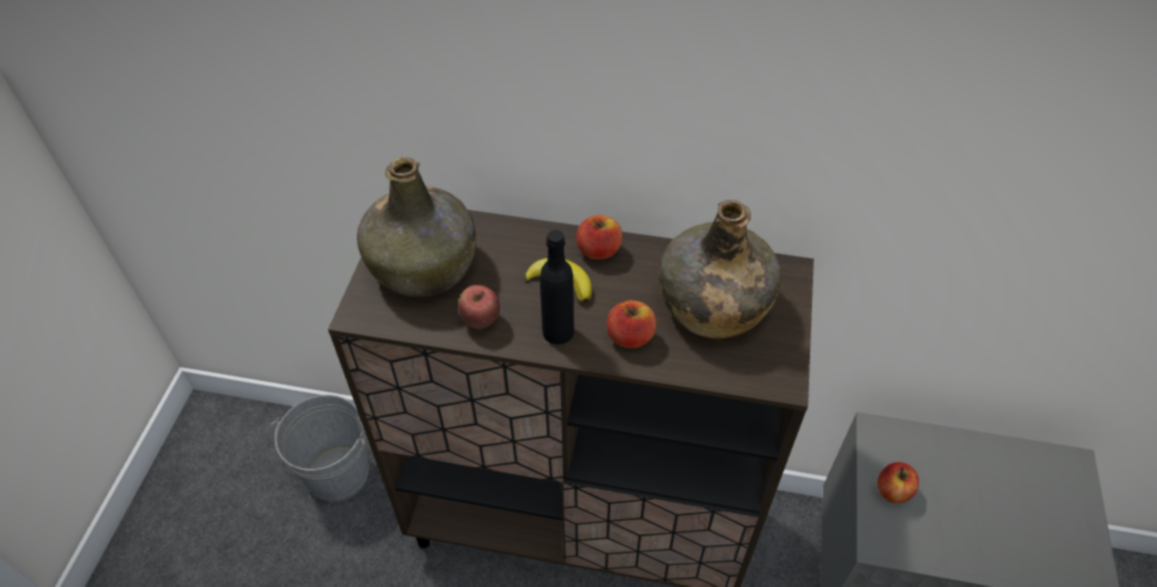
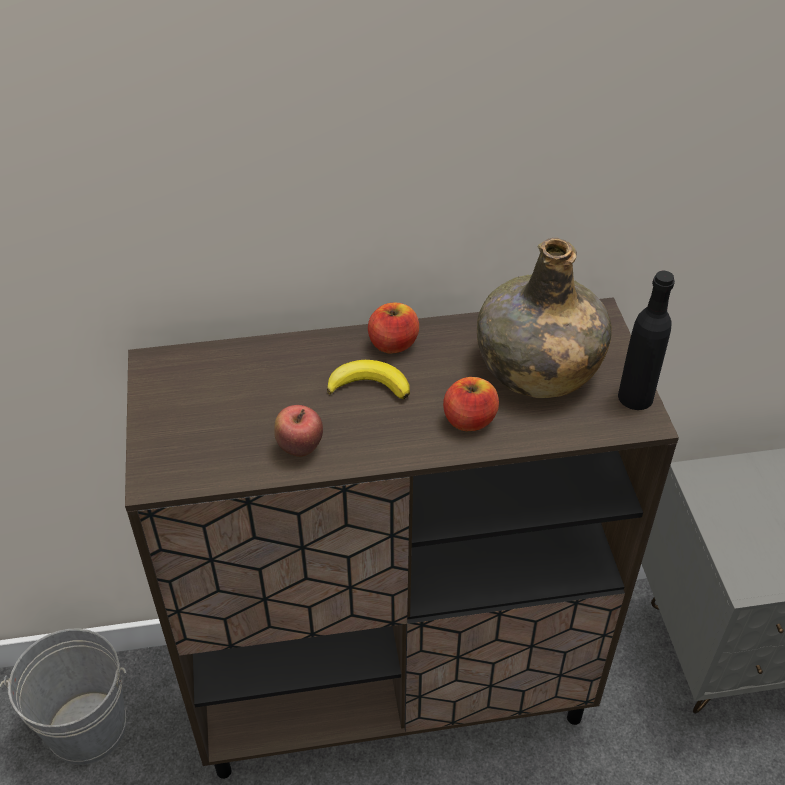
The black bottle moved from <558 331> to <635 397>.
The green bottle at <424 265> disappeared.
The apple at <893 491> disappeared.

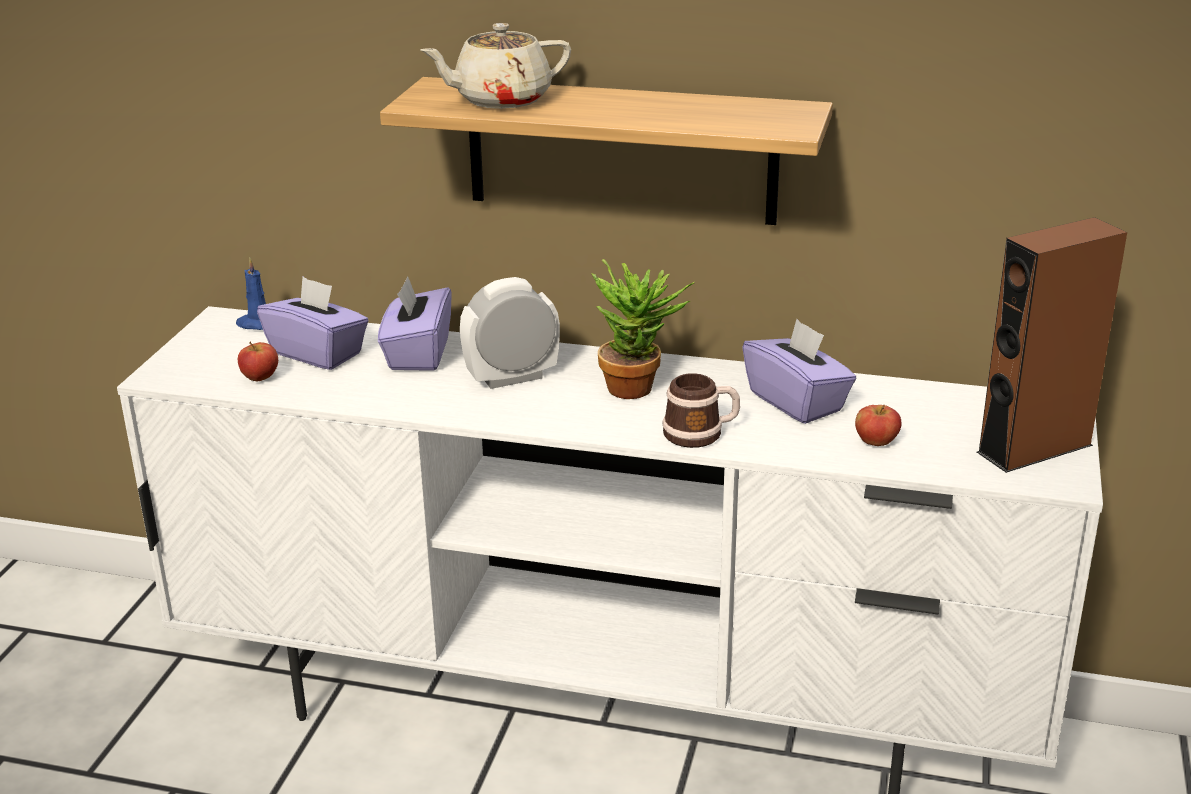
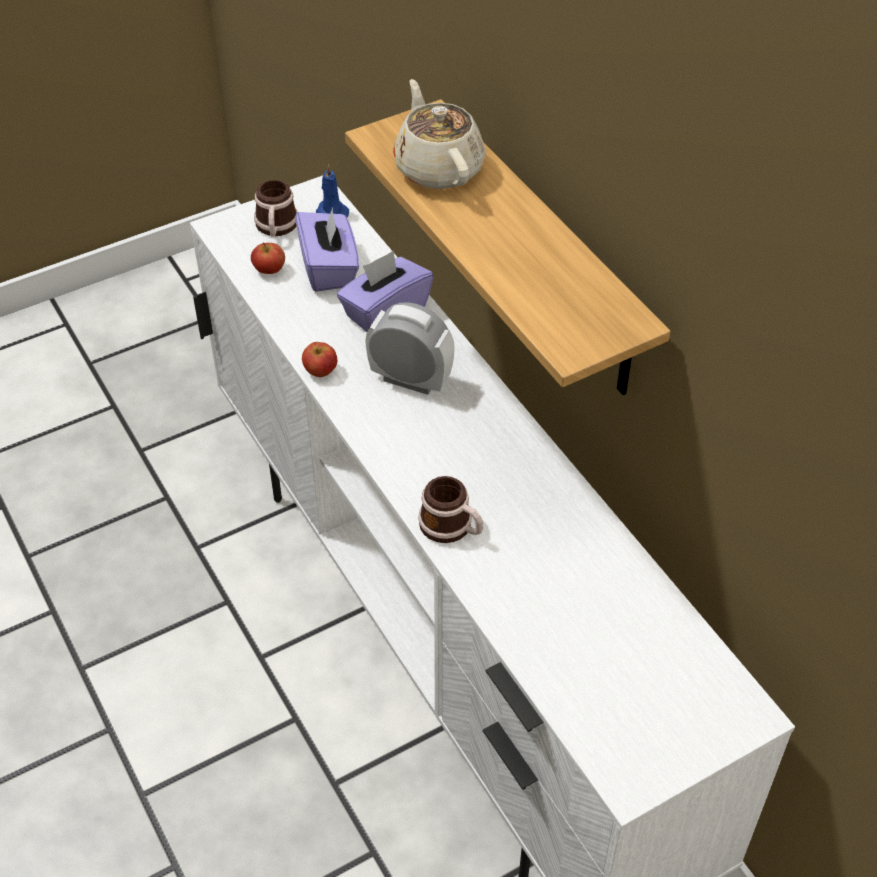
The mug at <276 228> appeared.
The apple moved from <876 442> to <320 371>.
The beige teapot at <501 100> turned 45 degrees clockwise.
The potted plant at <639 388> disappeared.
The purple tissue box at <797 401> disappeared.
The brown speaker at <1034 448> disappeared.

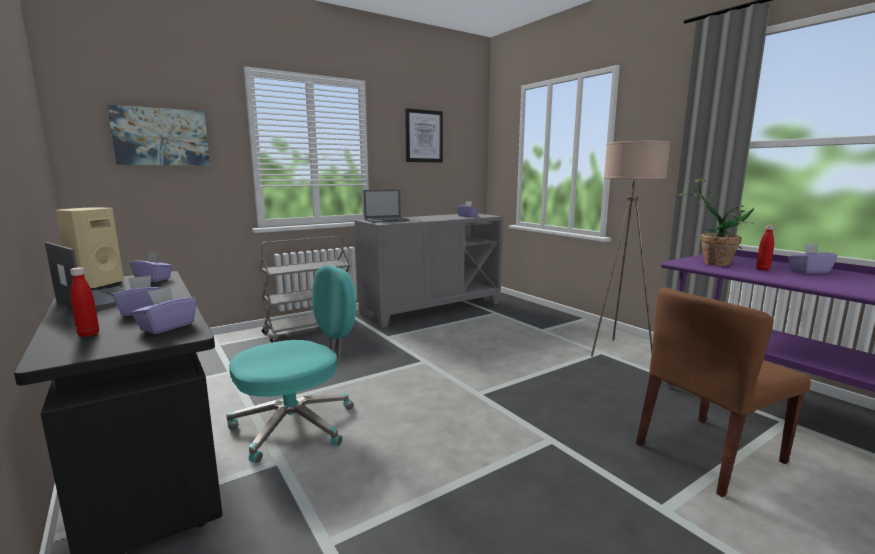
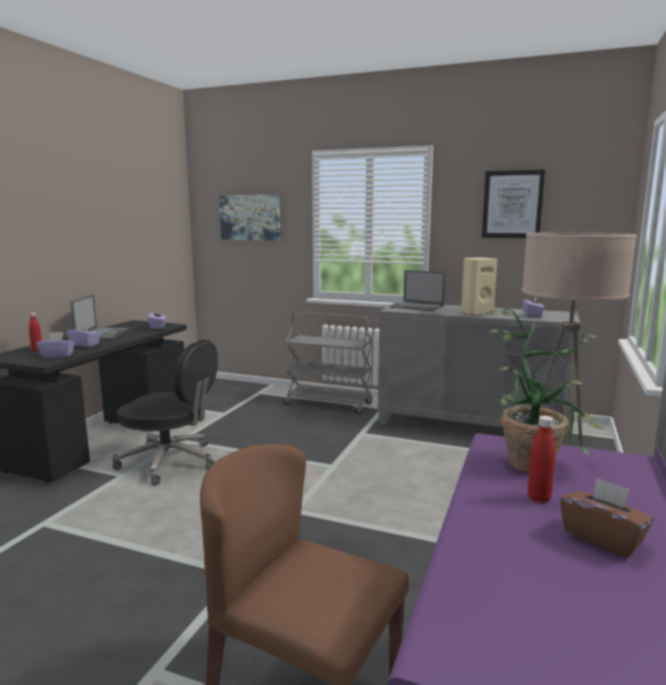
The turquoise office chair at <297 425> became the black office chair at <170 462>.
The beige speaker moved from <96 284> to <476 313>.
The purple tissue box at <809 271> became the brown tissue box at <602 539>.

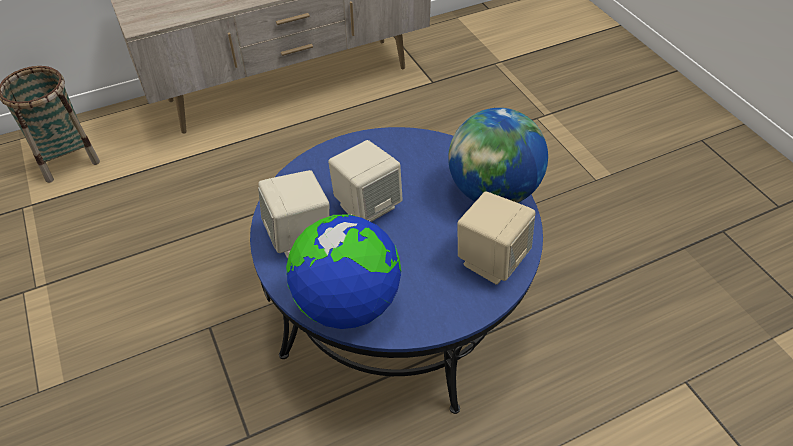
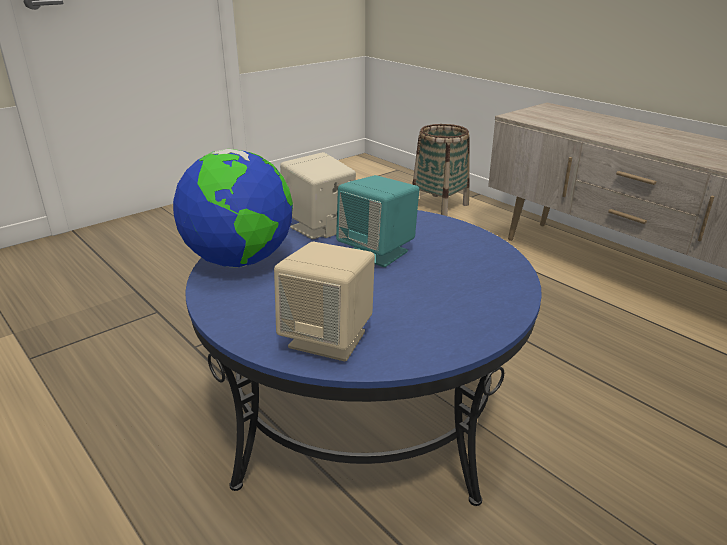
The beige speaker at <367 206> became the turquoise speaker at <378 252>.
The globe at <492 192> disappeared.

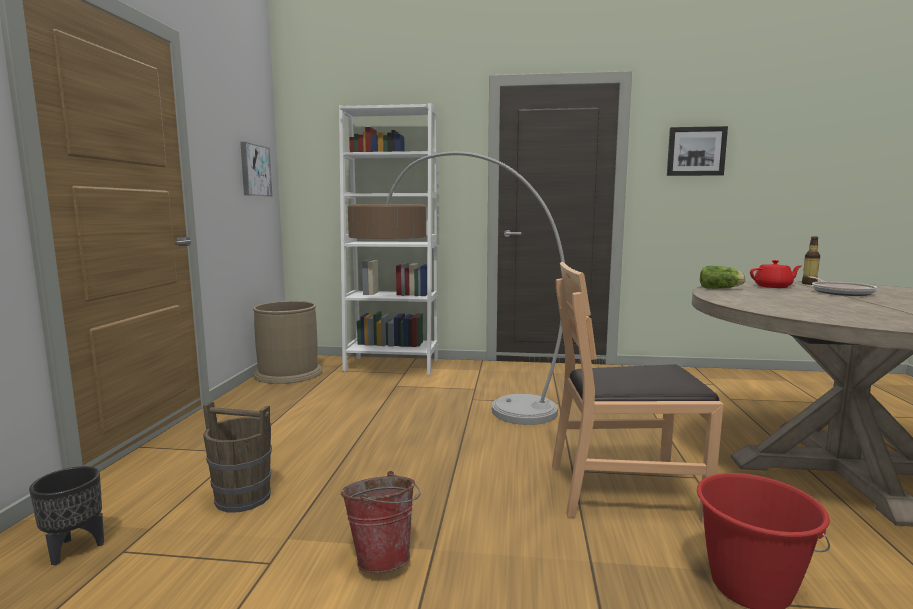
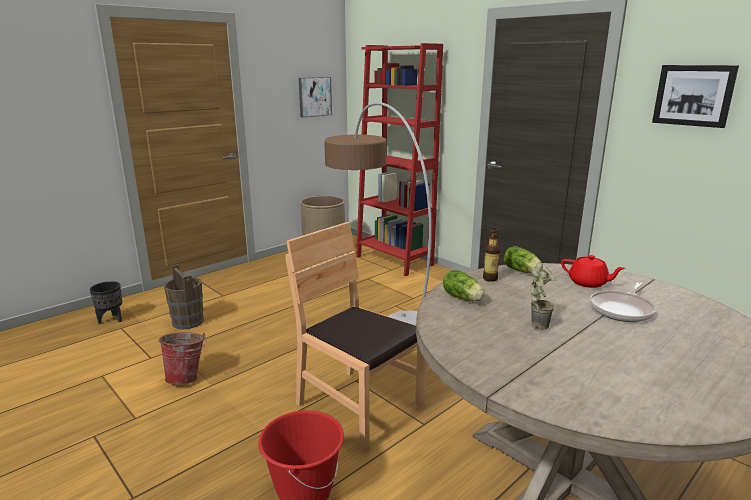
The white bookcase at <392 365> became the red bookcase at <394 261>.
The lettuce at <464 298> appeared.
The bottle moved from <809 284> to <490 279>.
The potted plant at <537 323> appeared.

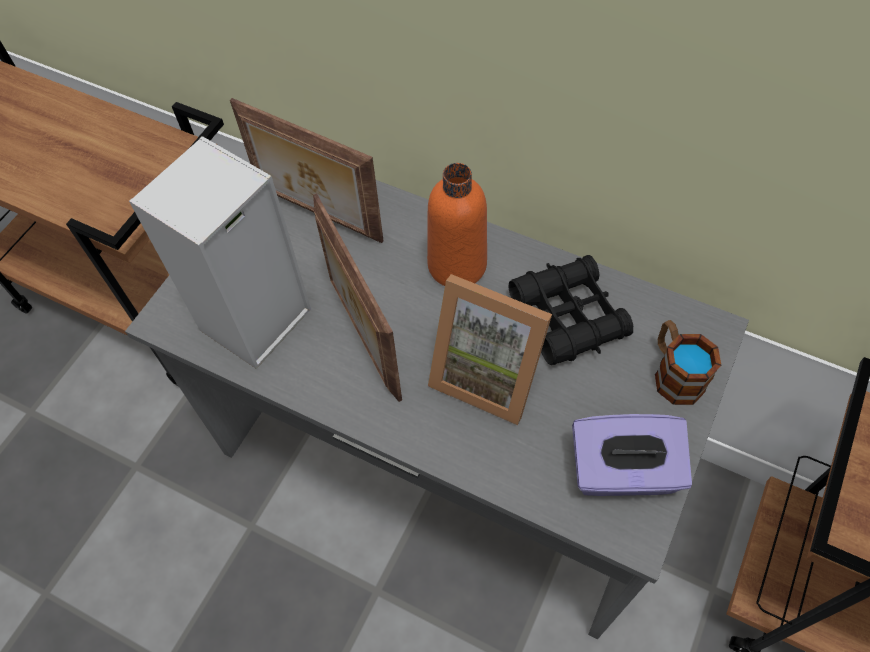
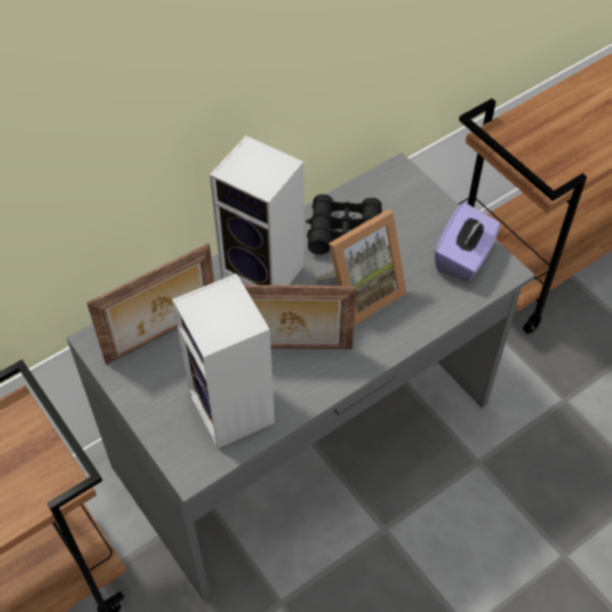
The orange bottle at <457 265> was replaced by the speaker at <266 272>.
The mug at <673 373> disappeared.

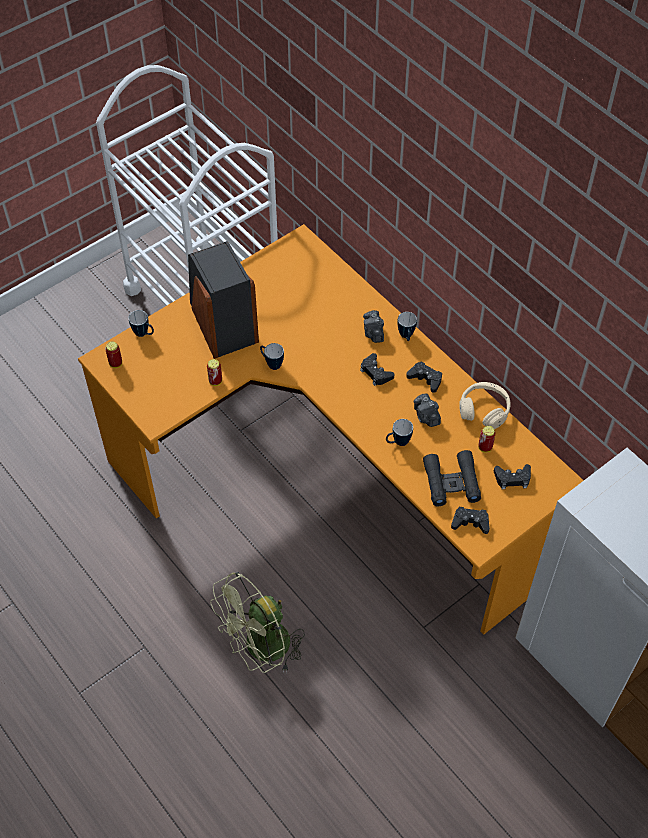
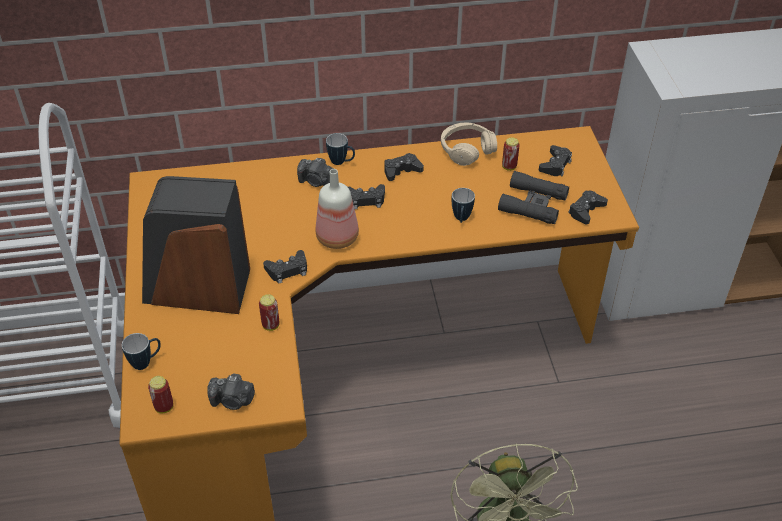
The photo camera moved from <426 416> to <232 401>.
The mug at <271 364> was replaced by the black game controller at <287 270>.
The bottle at <337 237> appeared.

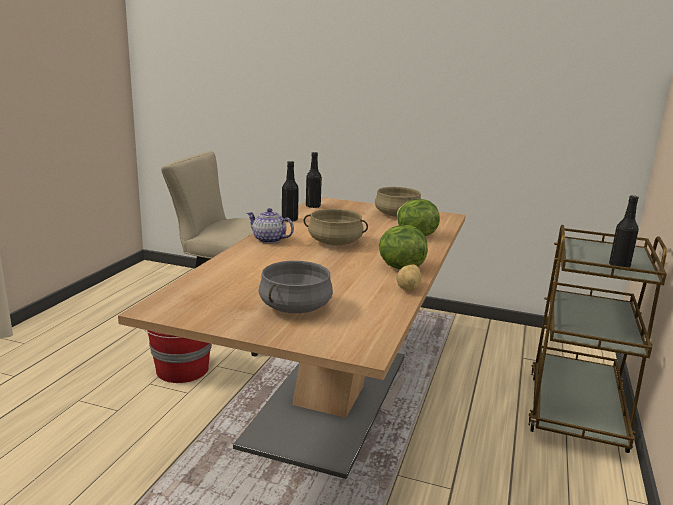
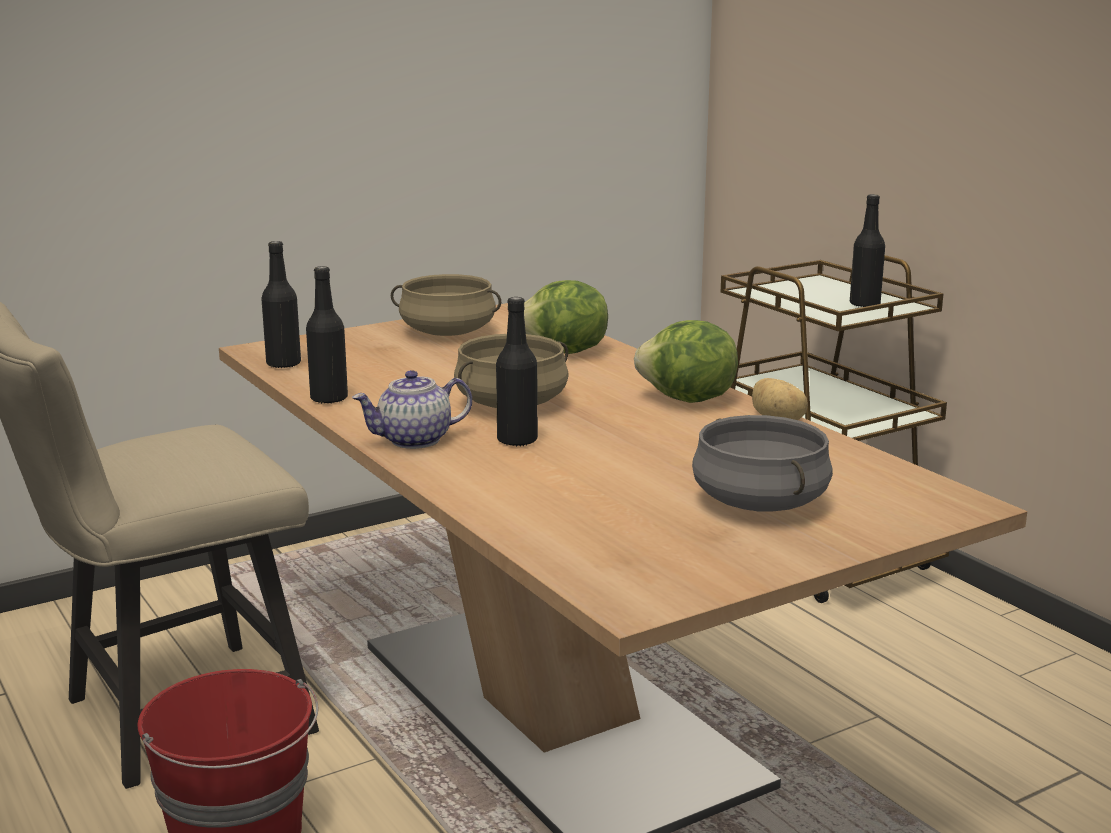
The black bottle at <517 440> appeared.

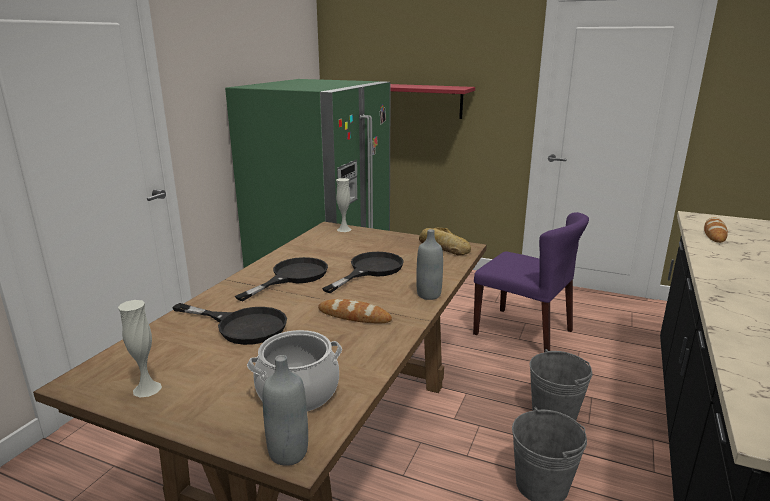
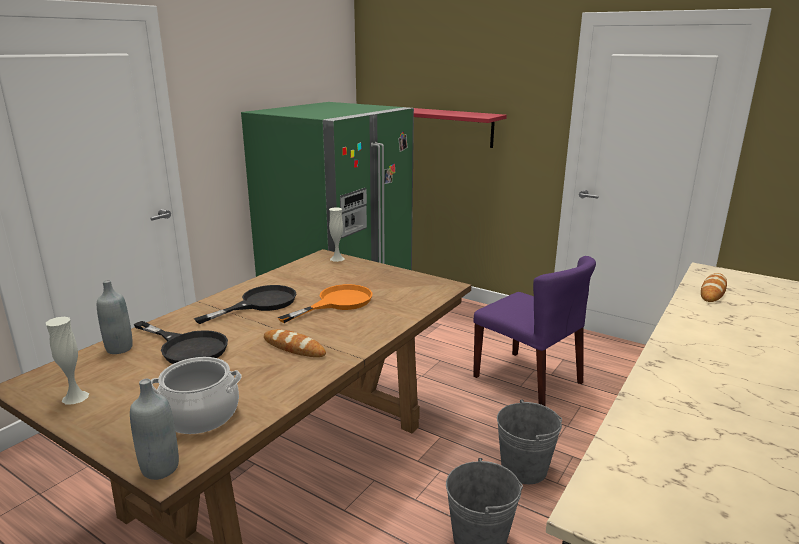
The grey bottle moved from <428 295> to <119 348>.
The black frying pan at <370 270> became the orange frying pan at <337 302>.
The bread at <443 248> disappeared.

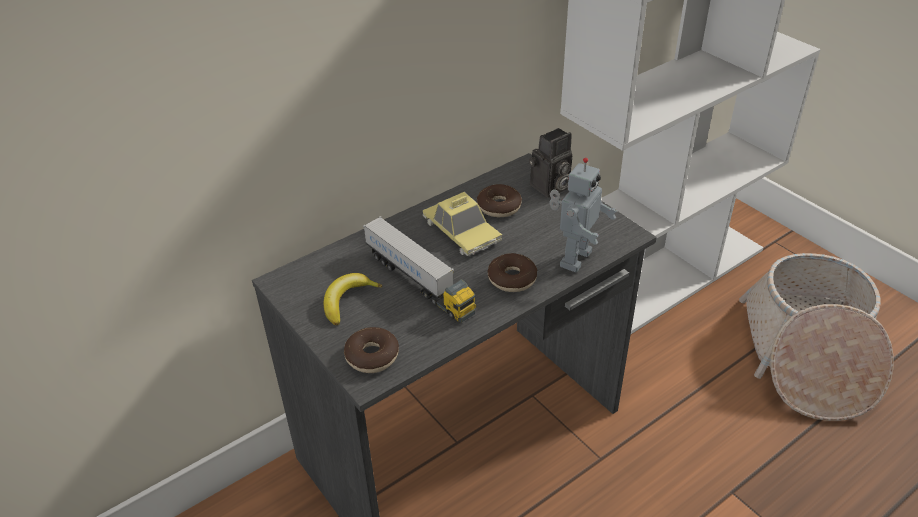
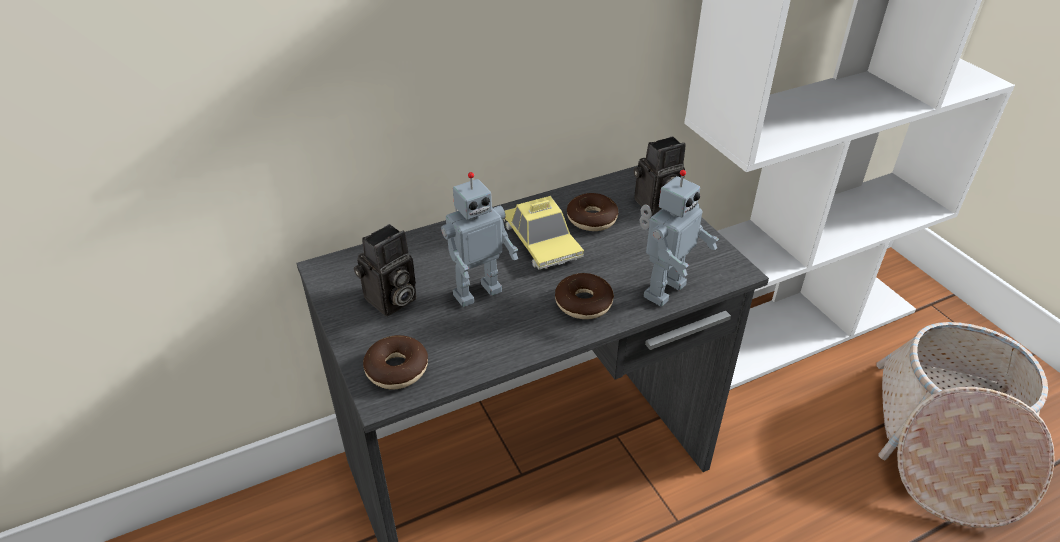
The banana at <347 301> was replaced by the photo camera at <390 301>.
The toy truck at <419 282> was replaced by the toy robot at <476 292>.

